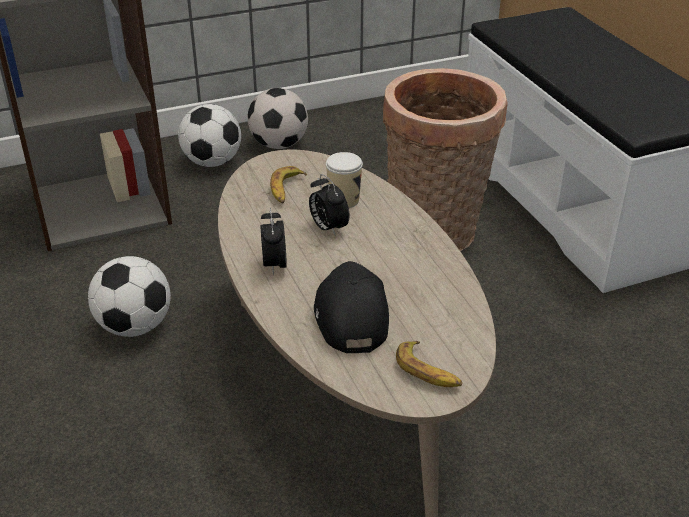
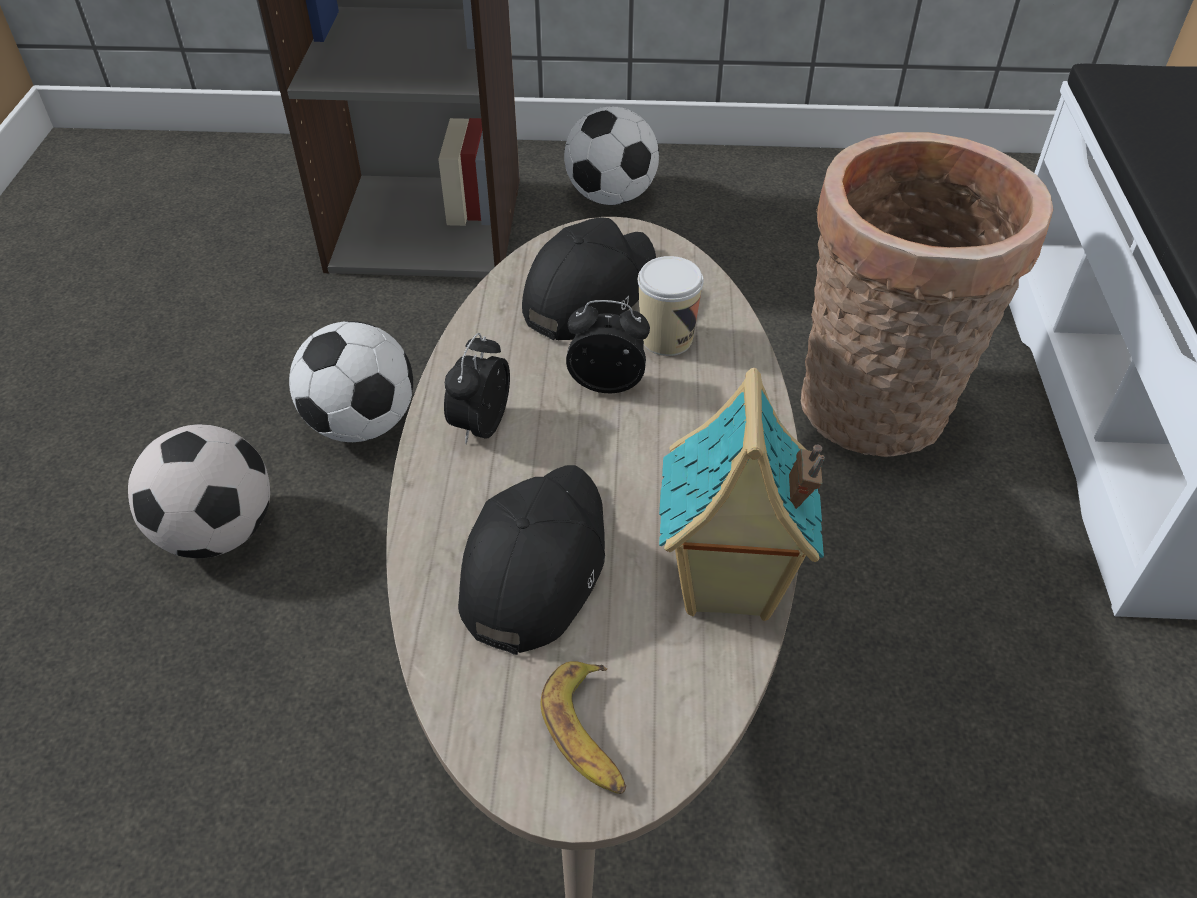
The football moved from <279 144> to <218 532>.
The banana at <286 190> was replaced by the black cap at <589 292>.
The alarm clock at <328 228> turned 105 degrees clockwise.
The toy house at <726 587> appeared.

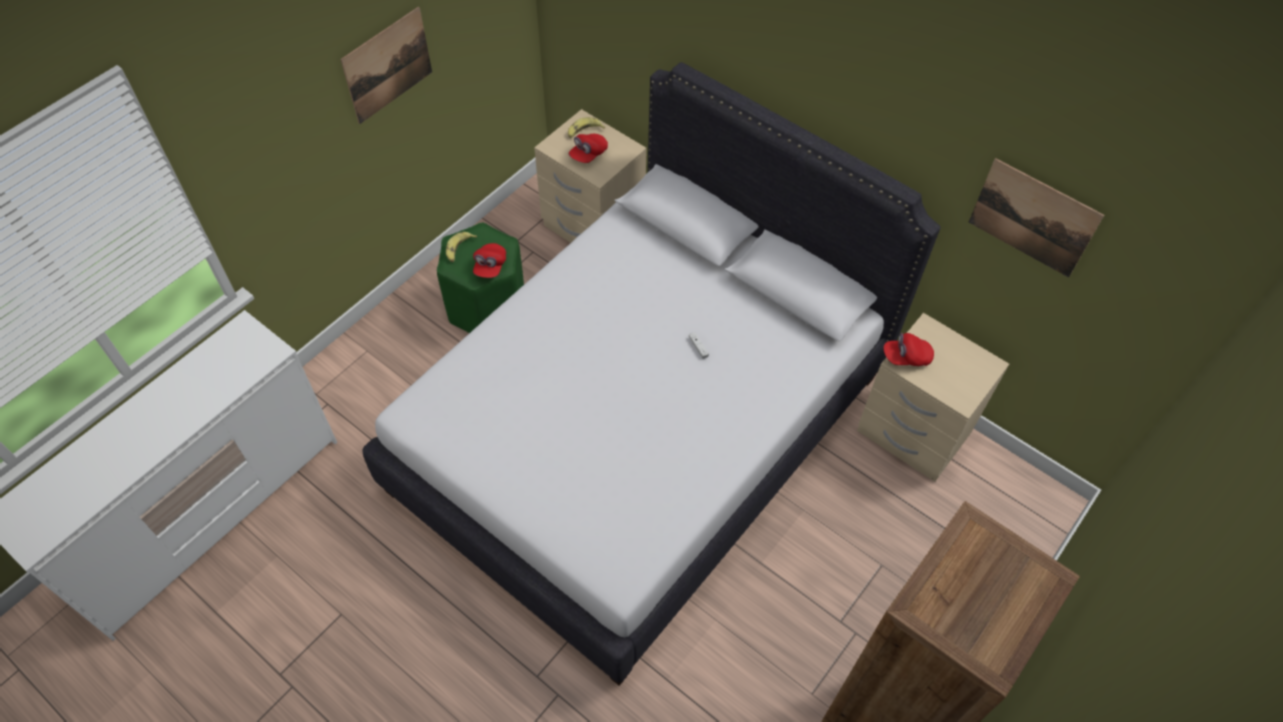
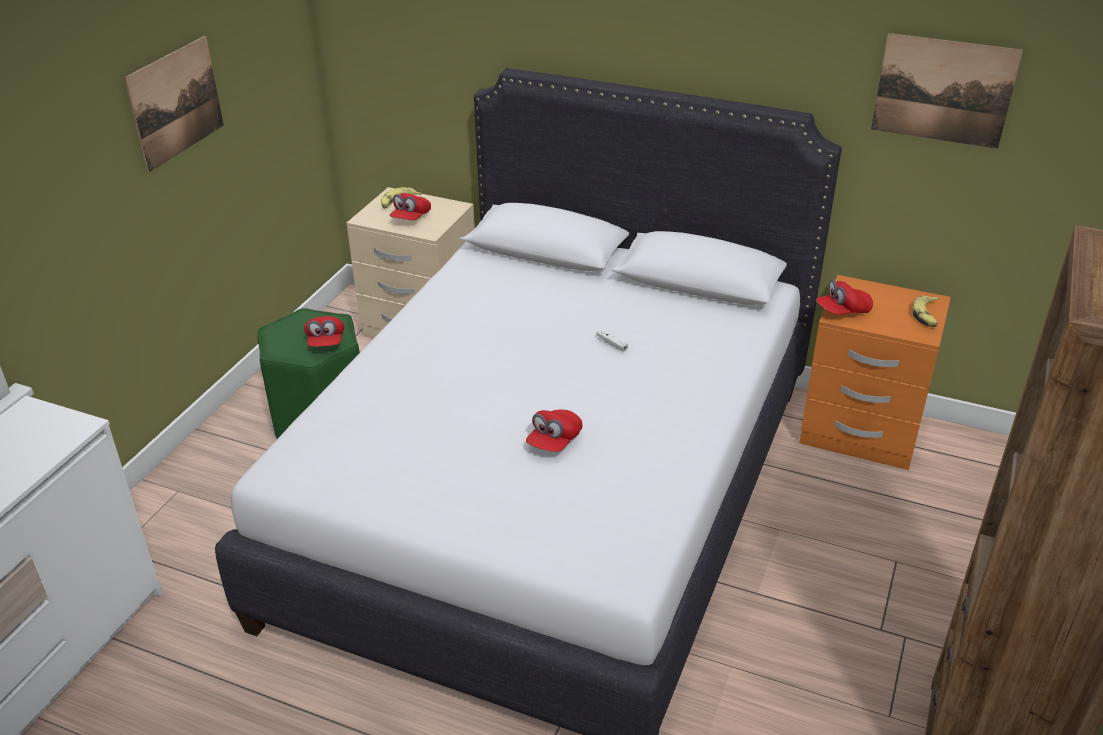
The red cap at <554 441> appeared.
The beige nightstand at <912 433> became the orange nightstand at <860 433>.
The banana moved from <459 249> to <927 316>.

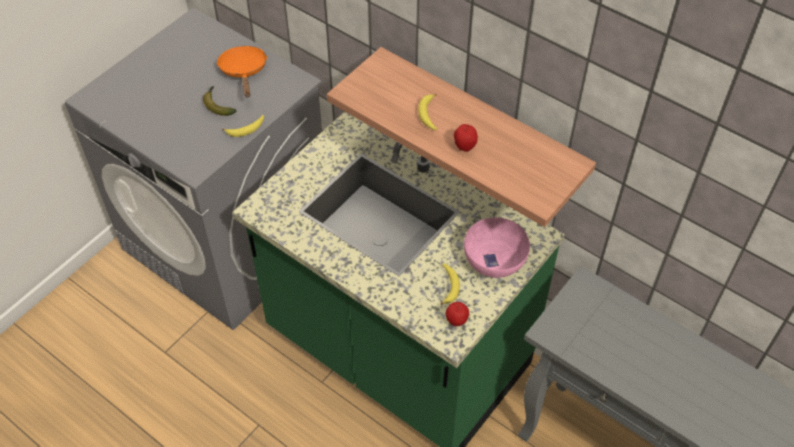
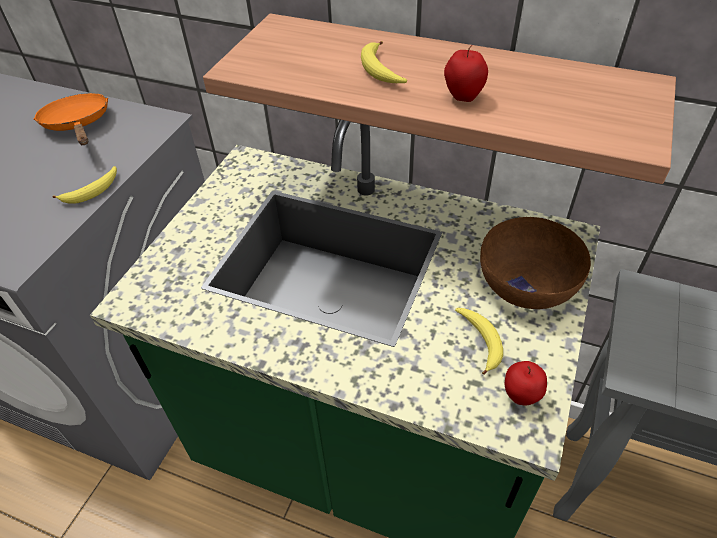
The pink bowl at <495 261> became the brown bowl at <527 285>.
The banana at <218 104> disappeared.

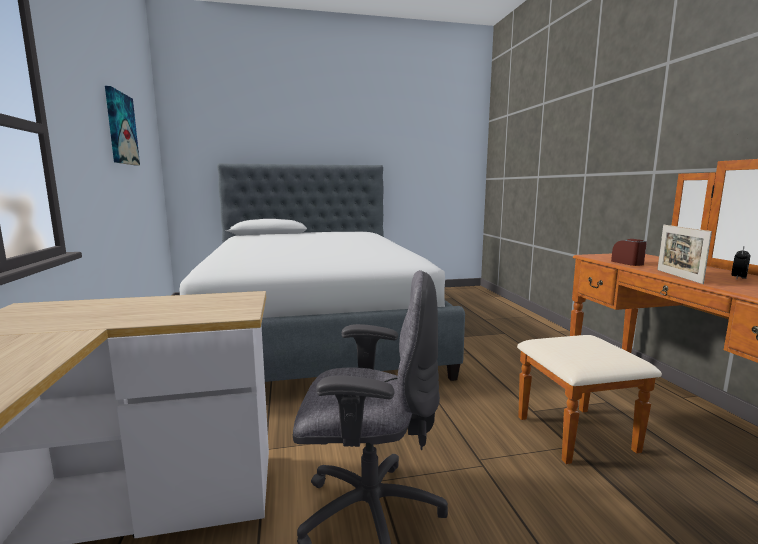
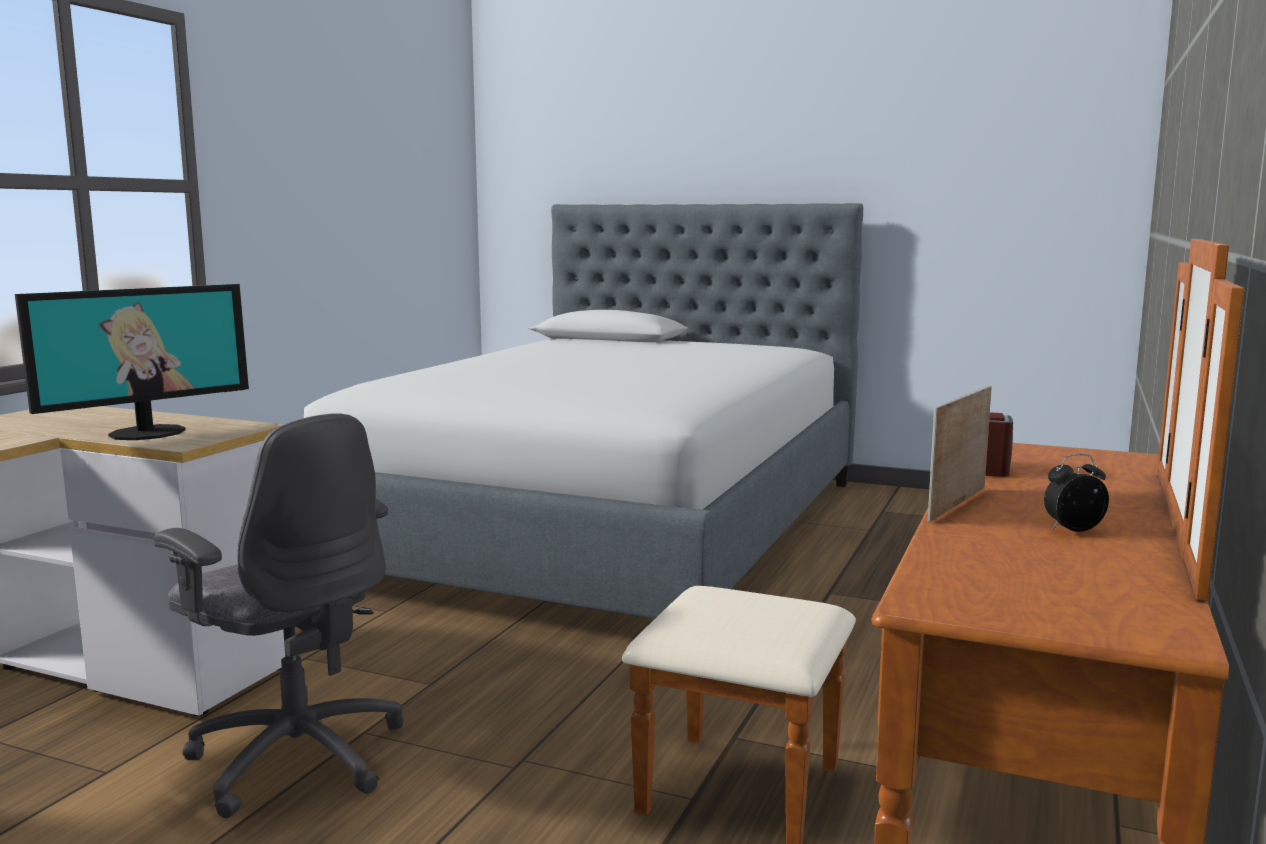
The monitor at <147 432> appeared.
The picture at <121 128> disappeared.

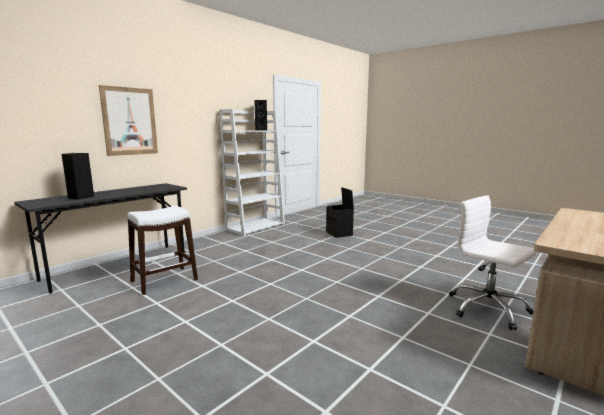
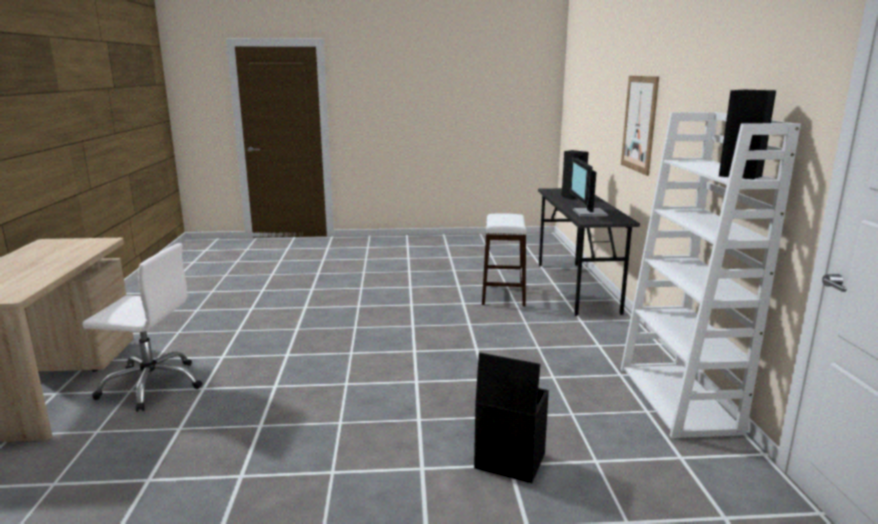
The monitor at <588 213> appeared.

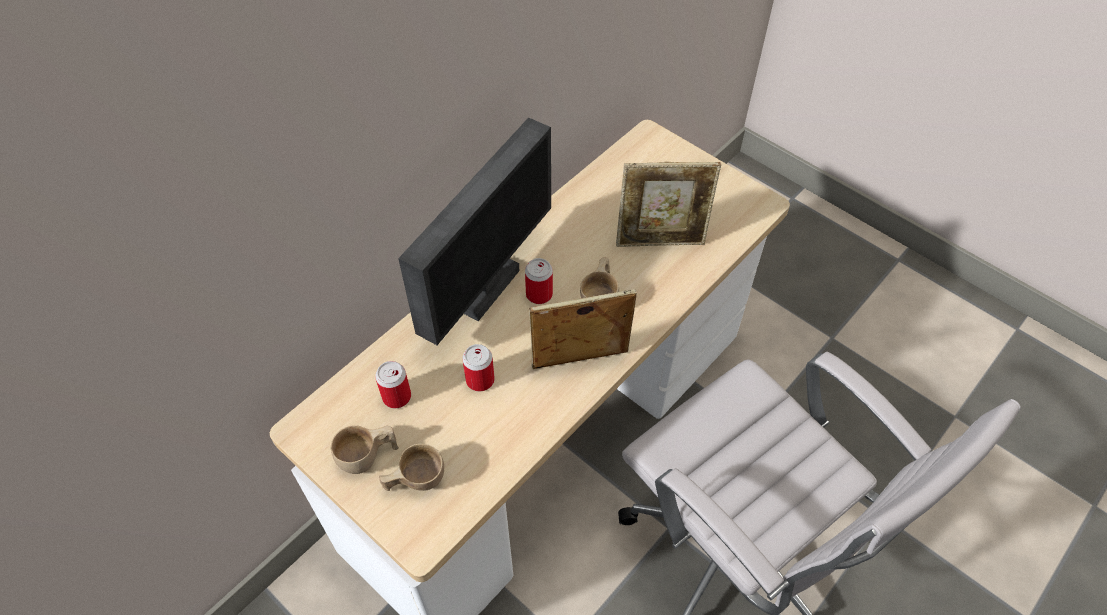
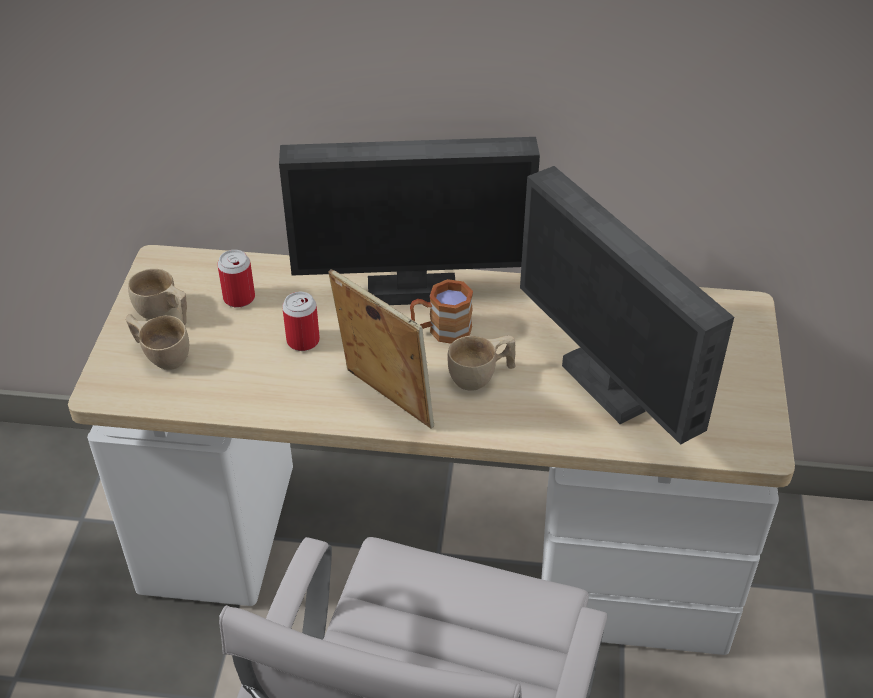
The can at <539 294> was replaced by the brown mug at <441 330>.
The picture frame at <660 241> was replaced by the monitor at <605 387>.

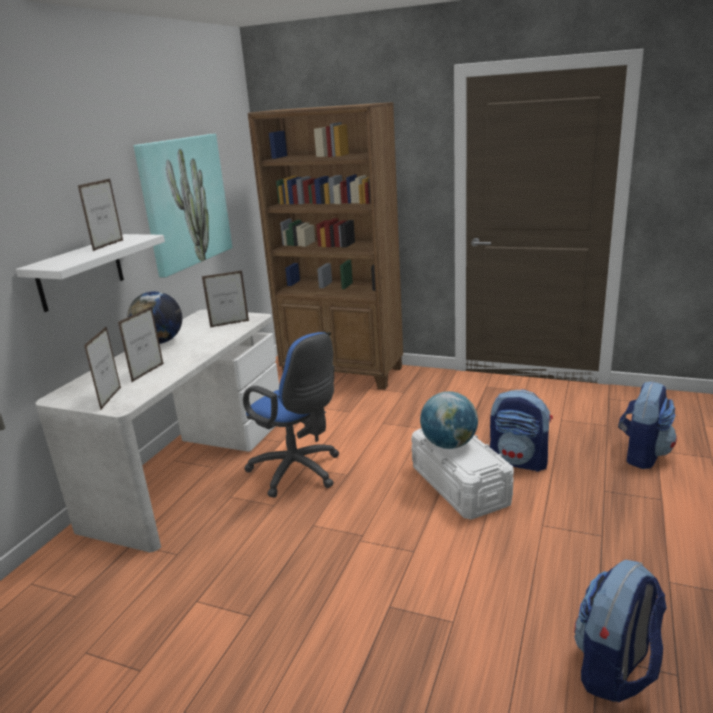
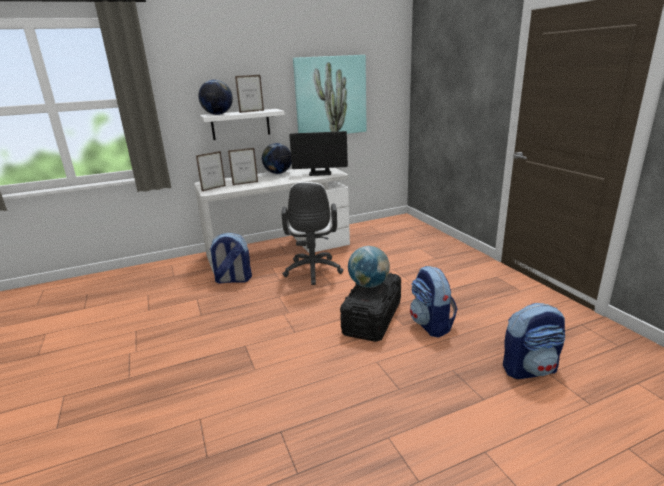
The globe at <218 114> appeared.
The backpack moved from <615 670> to <232 280>.
The blue office chair at <299 472> became the white office chair at <313 272>.
The picture frame at <230 324> was replaced by the monitor at <320 173>.
The white storage box at <459 486> became the black storage box at <372 318>.
The brown bookcase at <343 373> disappeared.

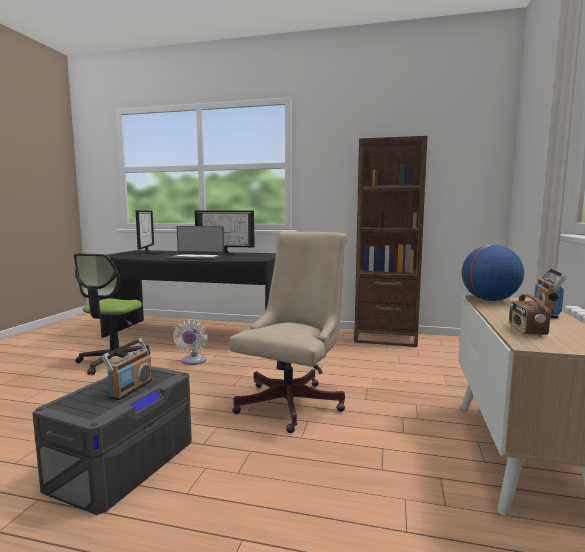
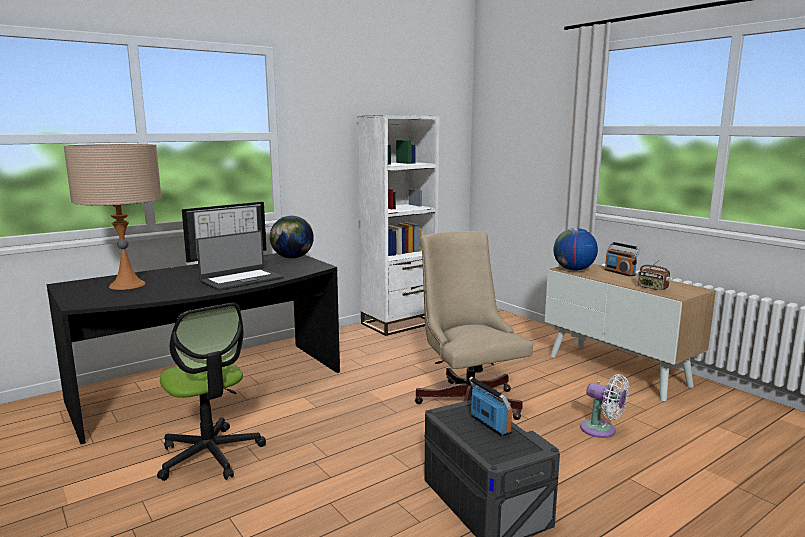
The monitor at <153 253> was replaced by the beige table lamp at <127 285>.
The globe at <292 258> appeared.
The brown bookcase at <385 338> became the white bookcase at <399 323>.
The white fan moved from <193 361> to <601 430>.

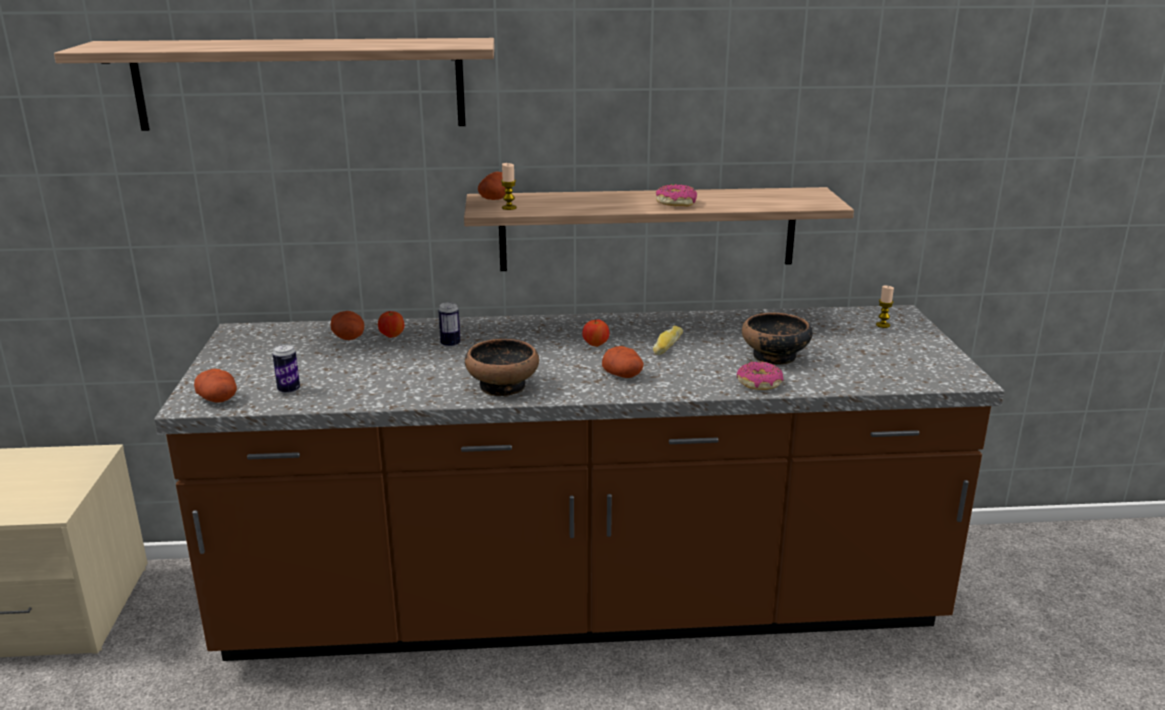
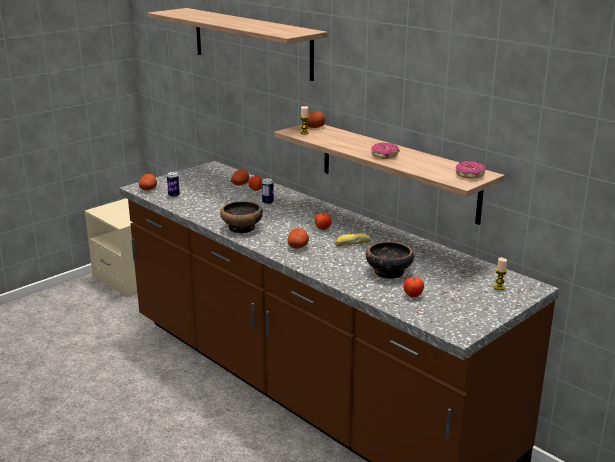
The apple at <413 296> appeared.
The donut moved from <759 383> to <469 175>.

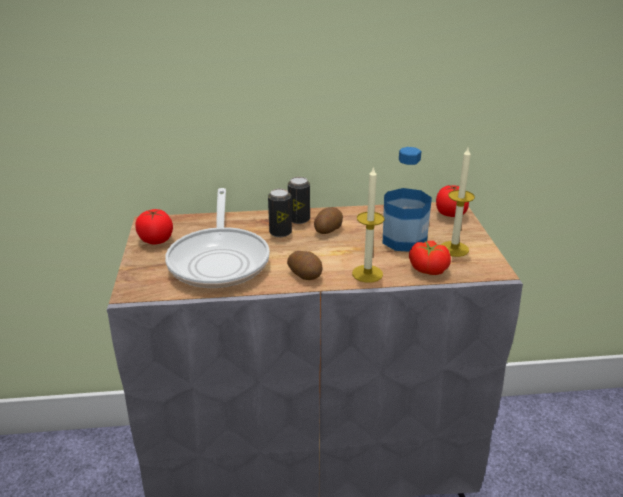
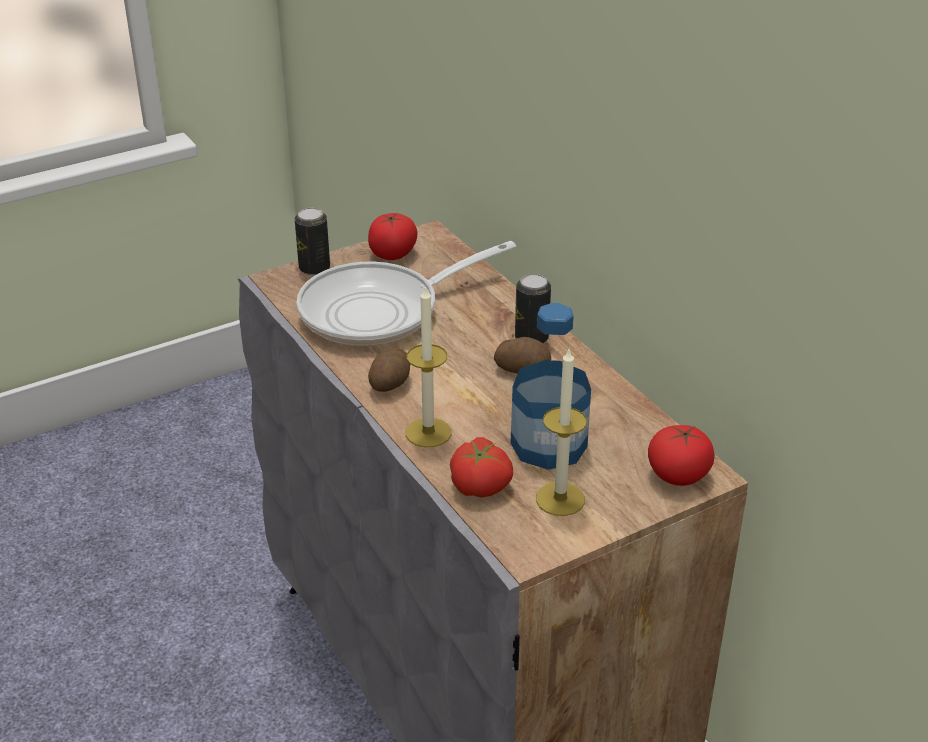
The can moved from <280 232> to <314 268>.

